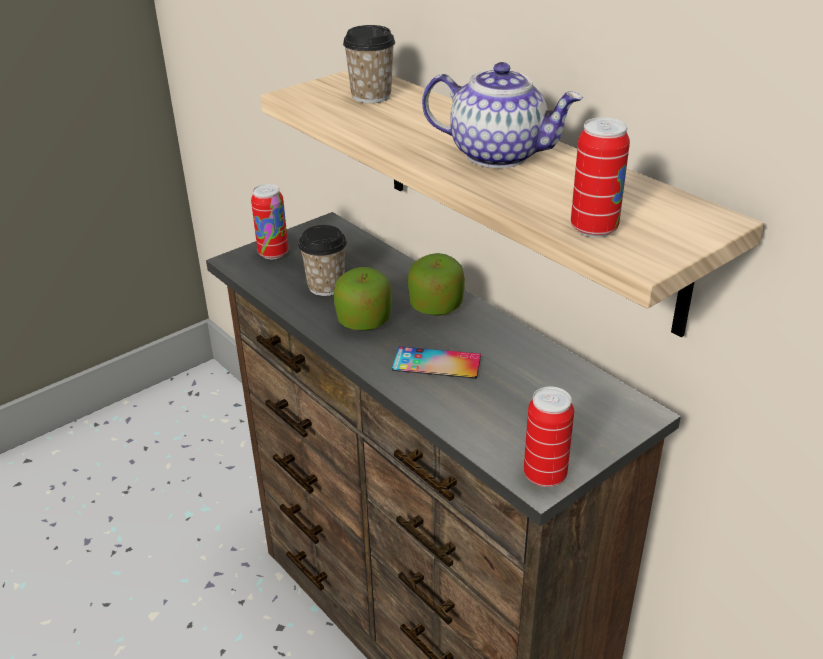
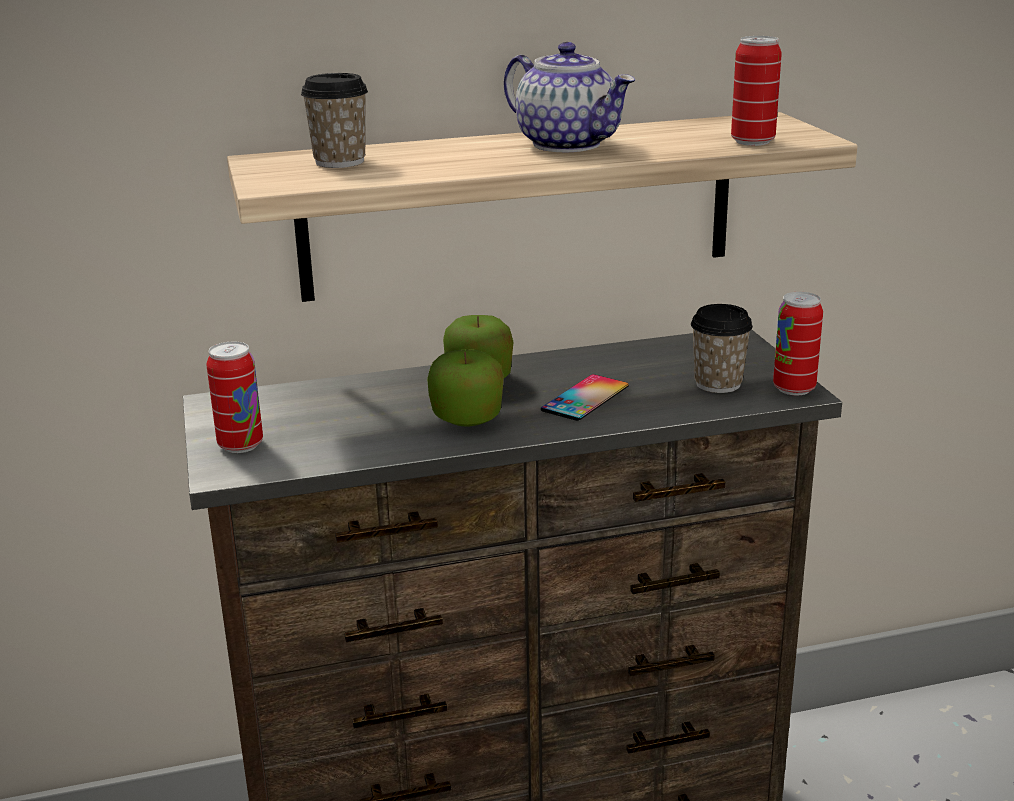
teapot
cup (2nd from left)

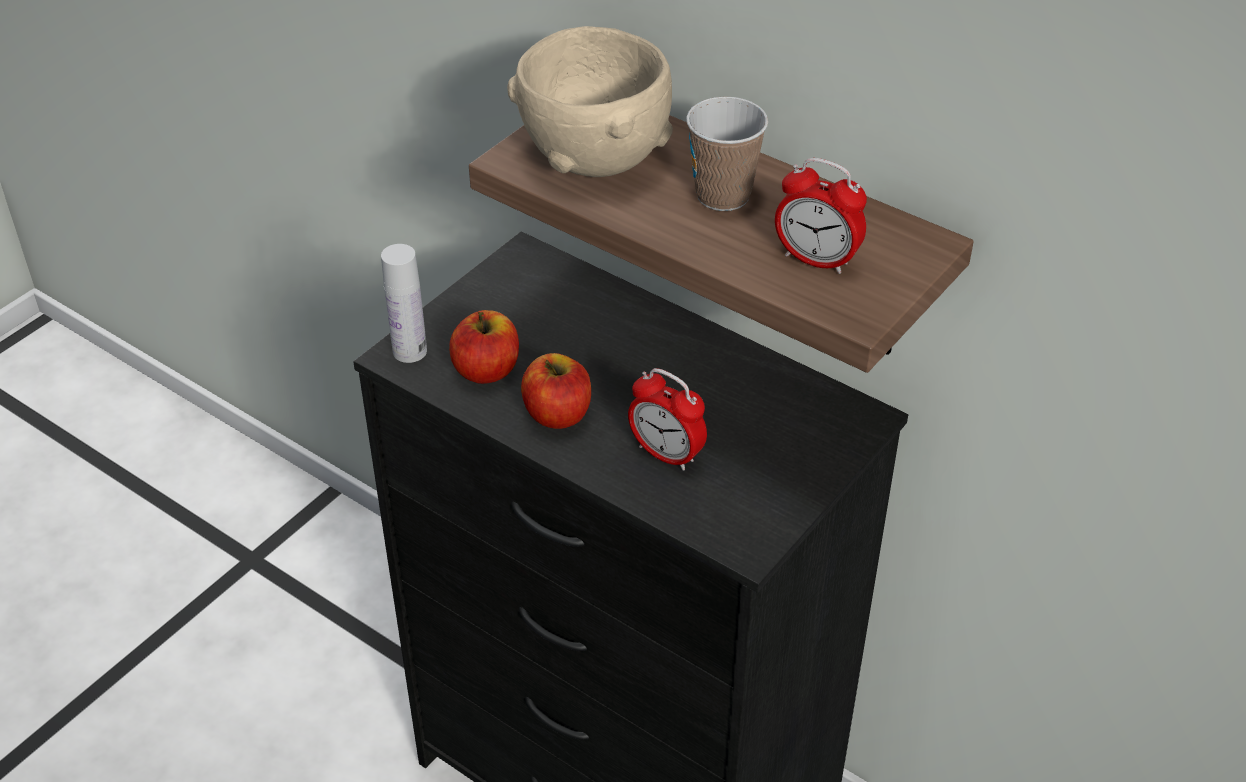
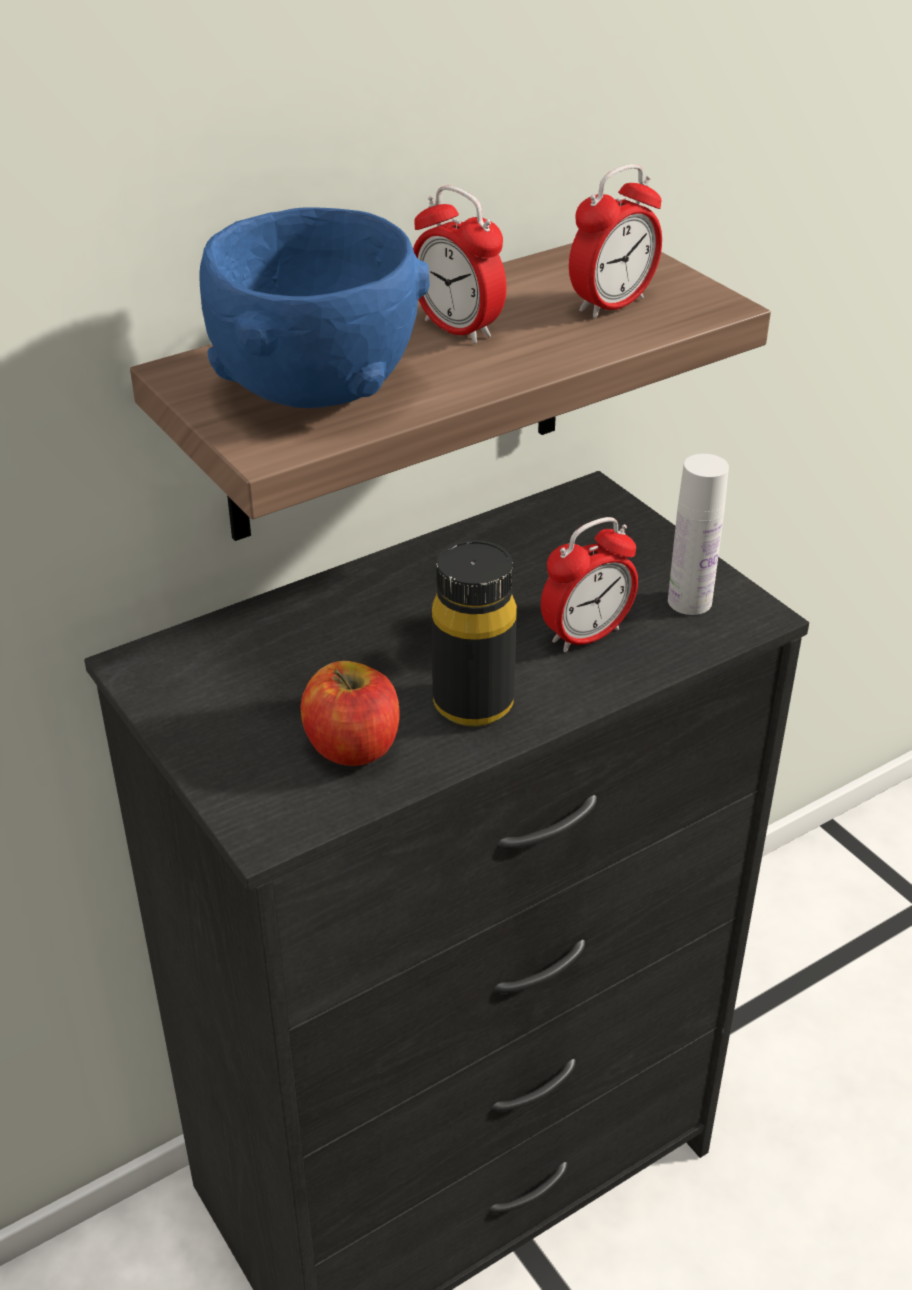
blue bowl
alarm clock (1st from left)
black bottle
white bottle

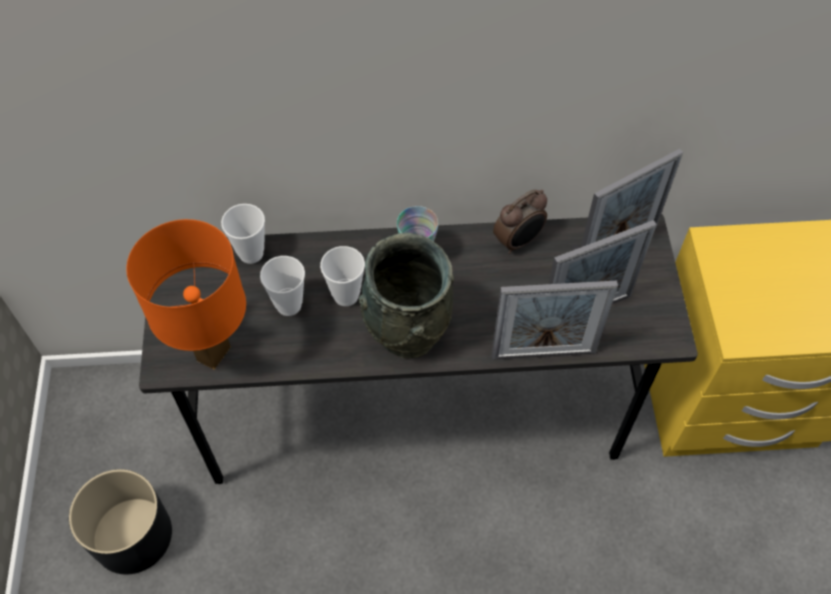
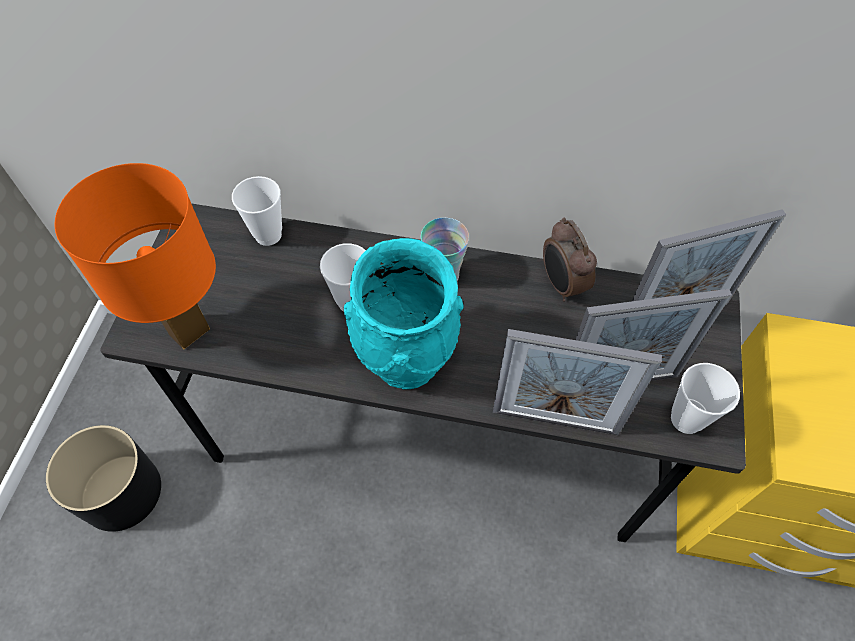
turquoise vase
alarm clock
cup (4th from left)

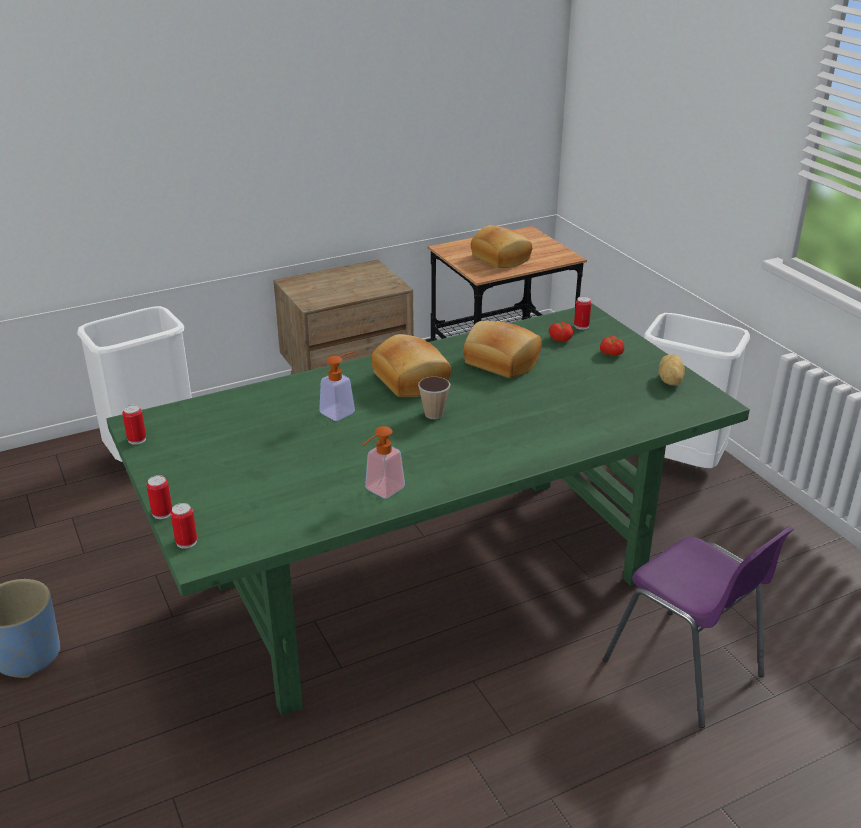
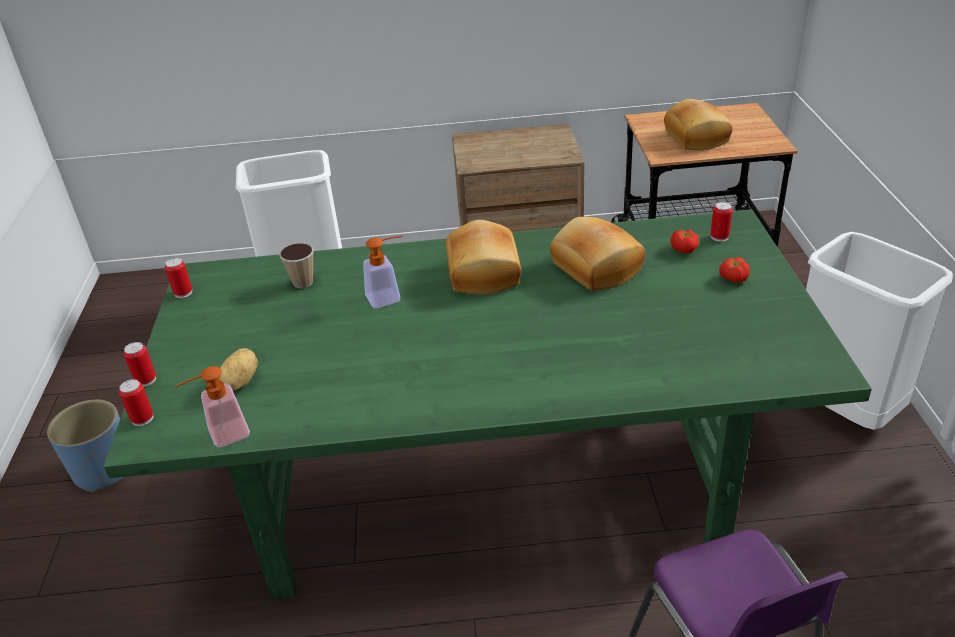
soap dispenser (1st from left)
potato
cup

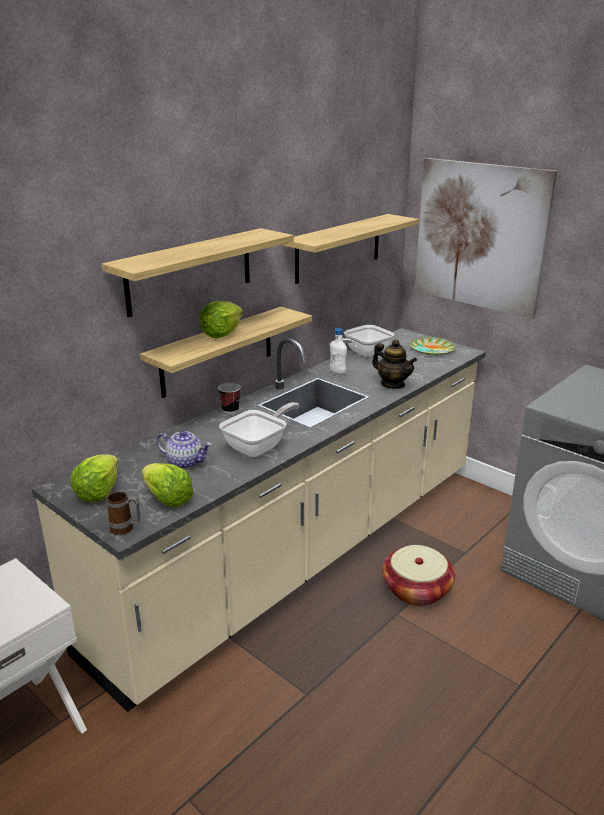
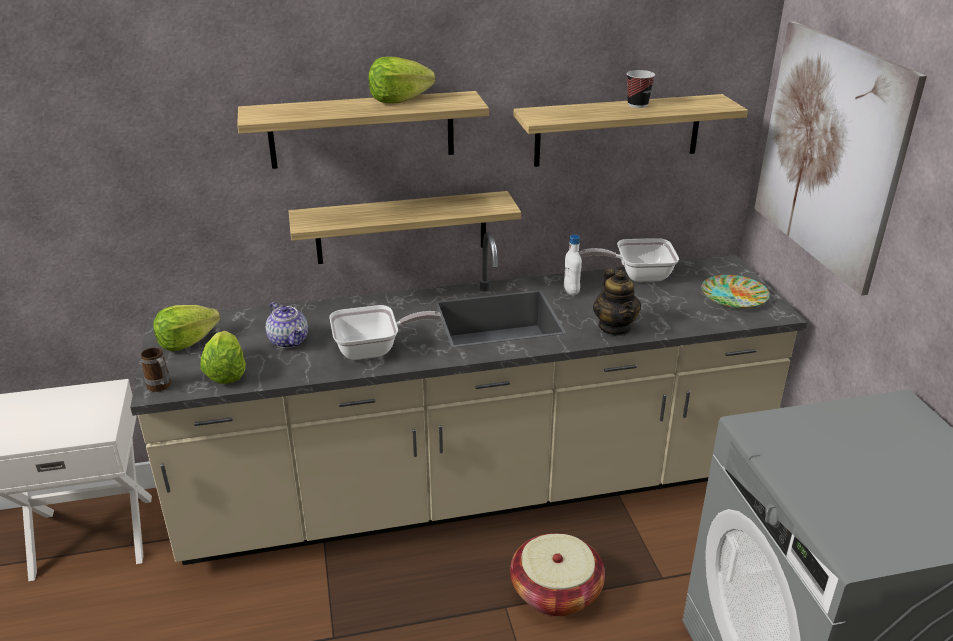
lettuce (3rd from left)
cup

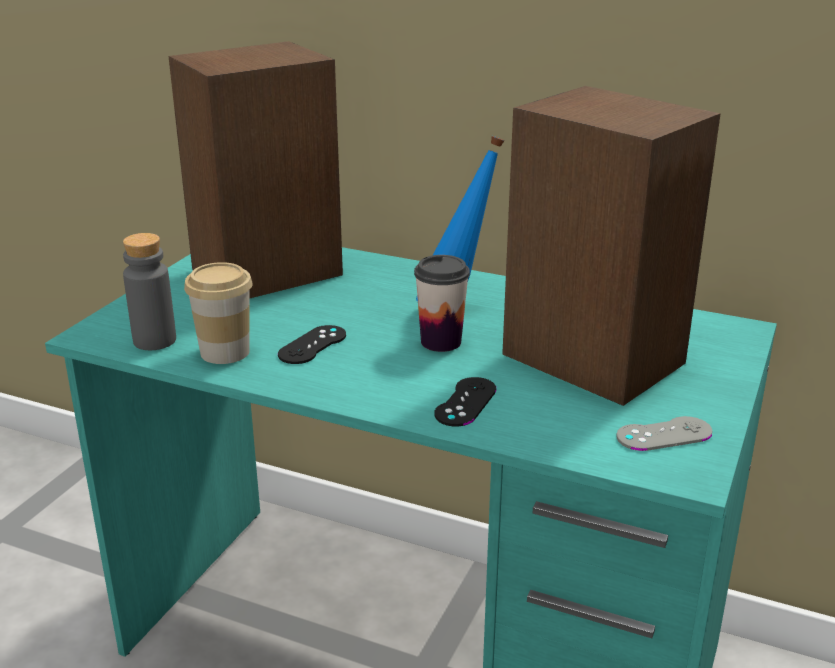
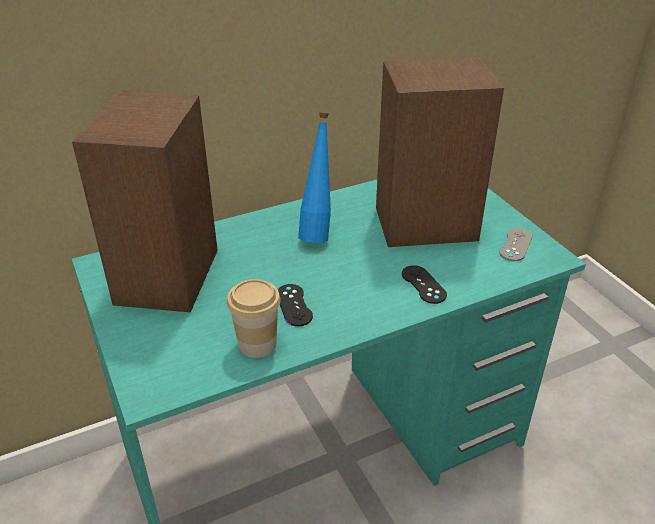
grey bottle
cup (2nd from left in the first image)

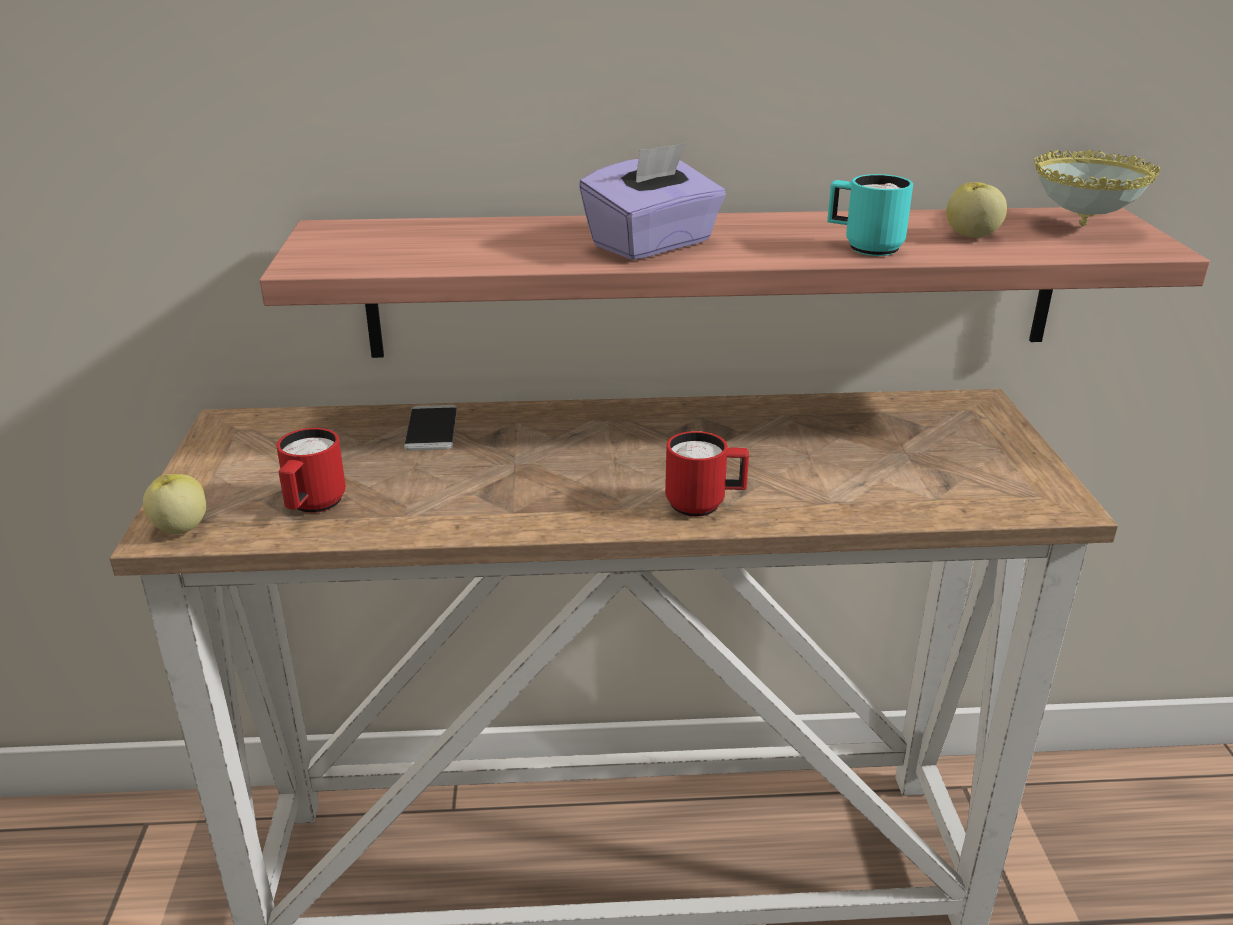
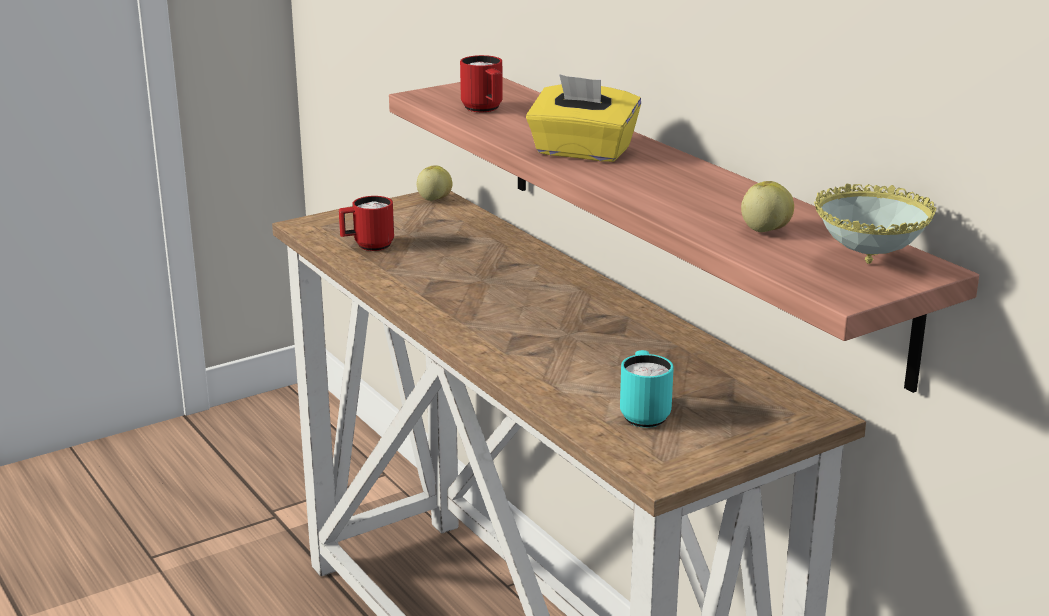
apple (1st from left)
red mug (2nd from left)
yellow tissue box
turquoise mug
phone

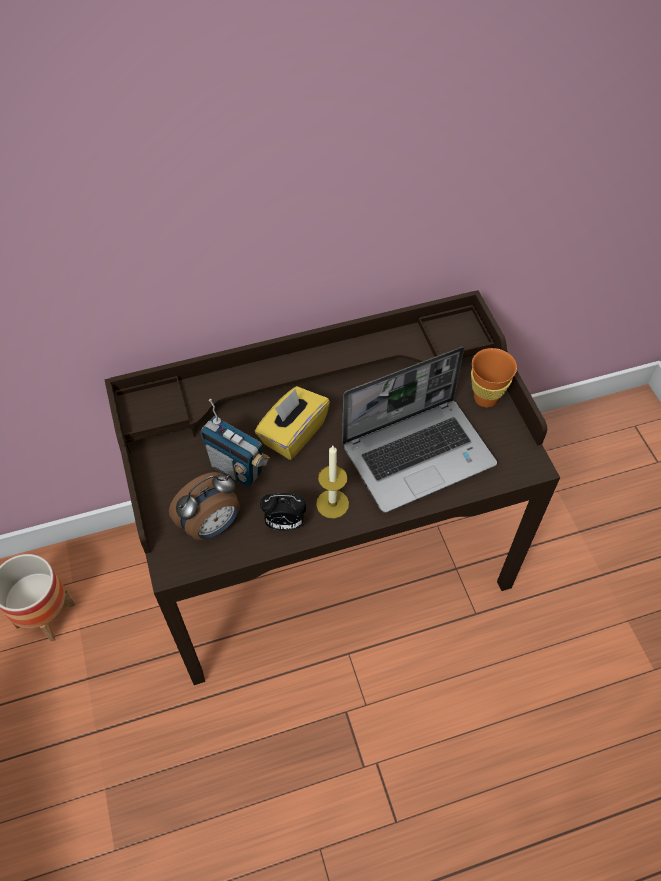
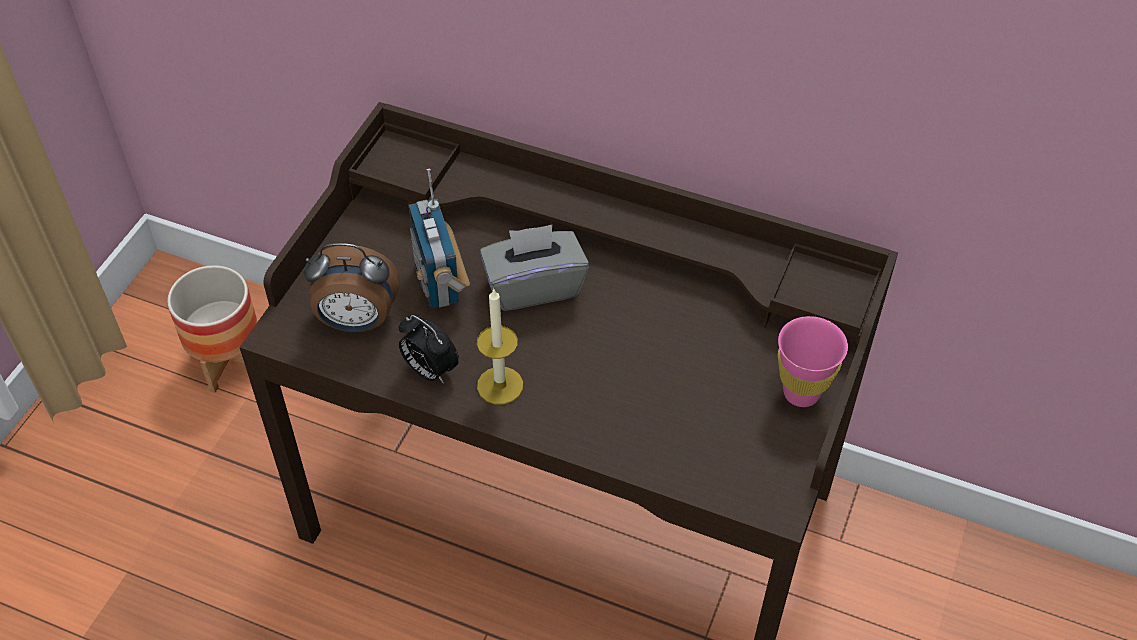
grey tissue box
pink cup
laptop

